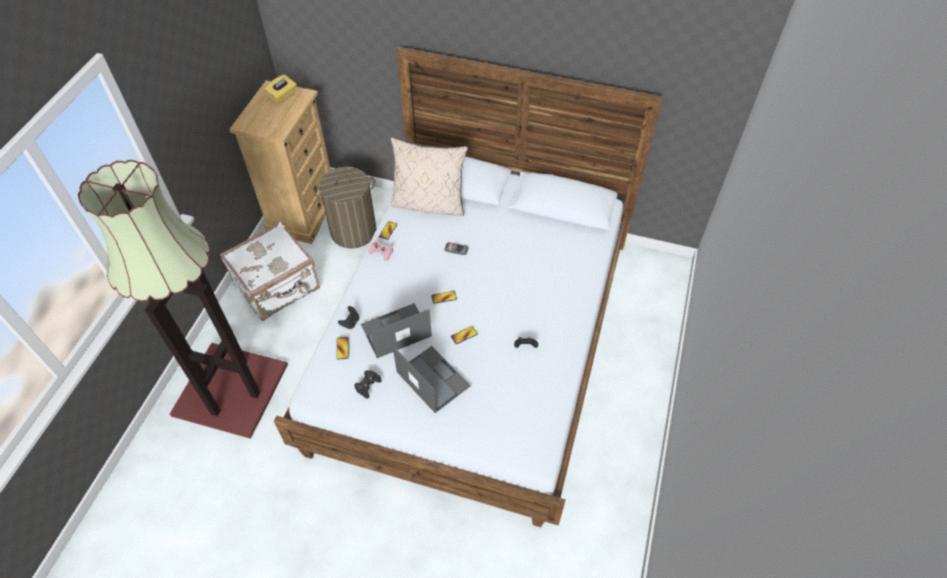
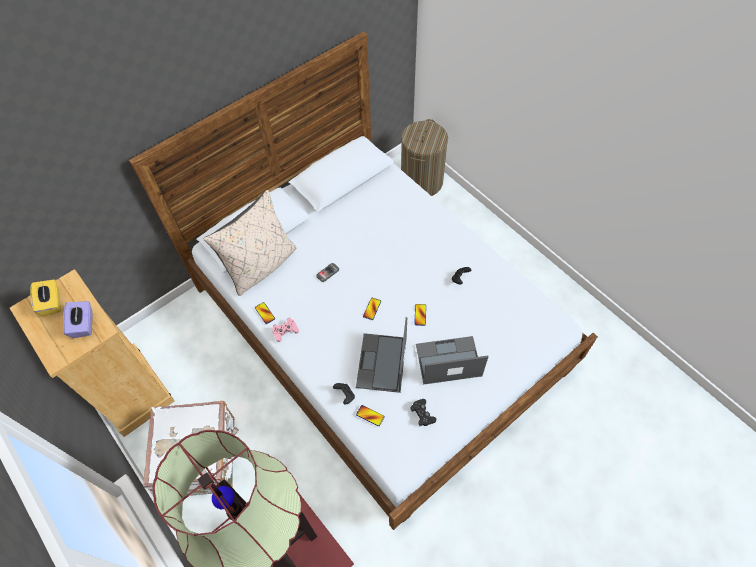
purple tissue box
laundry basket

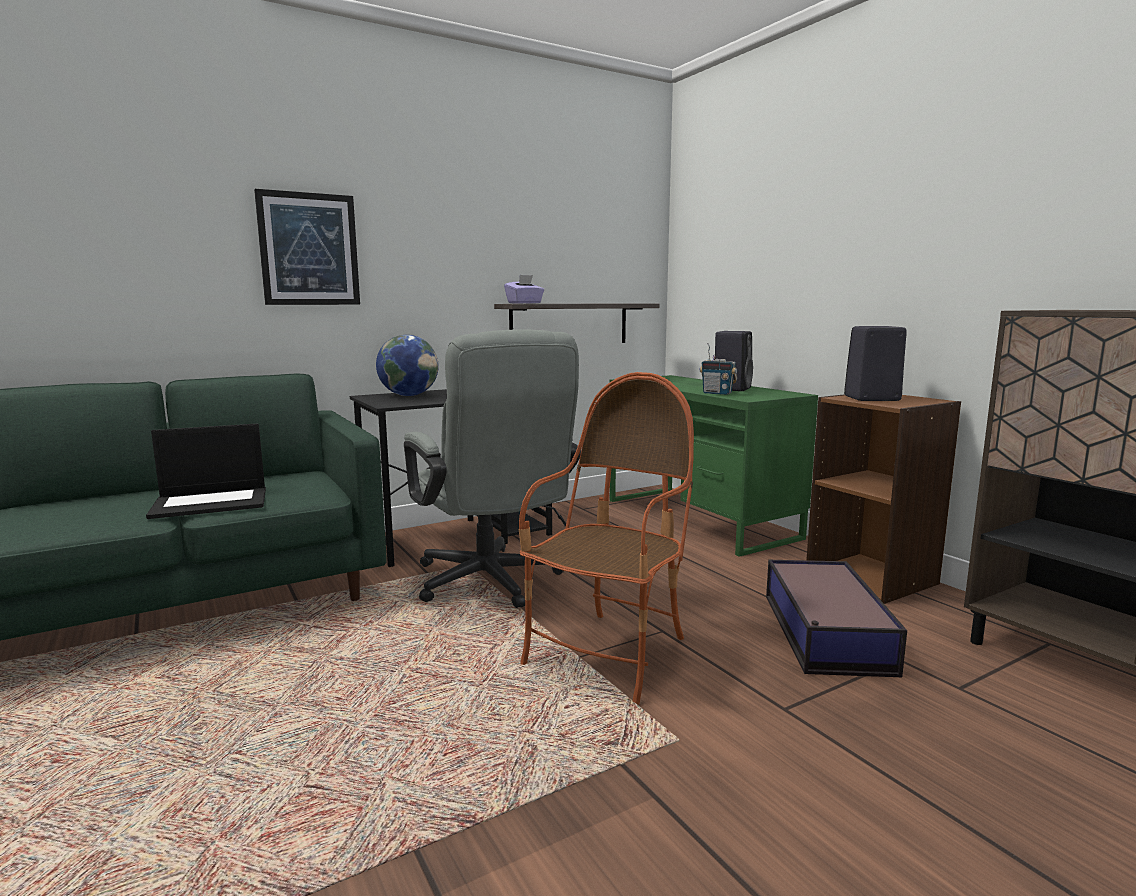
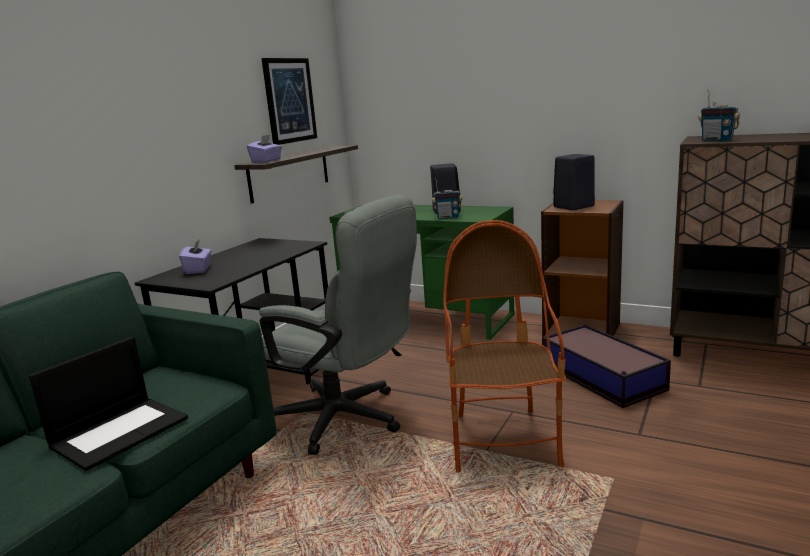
purple tissue box (1st from left)
picture
radio (2nd from left)

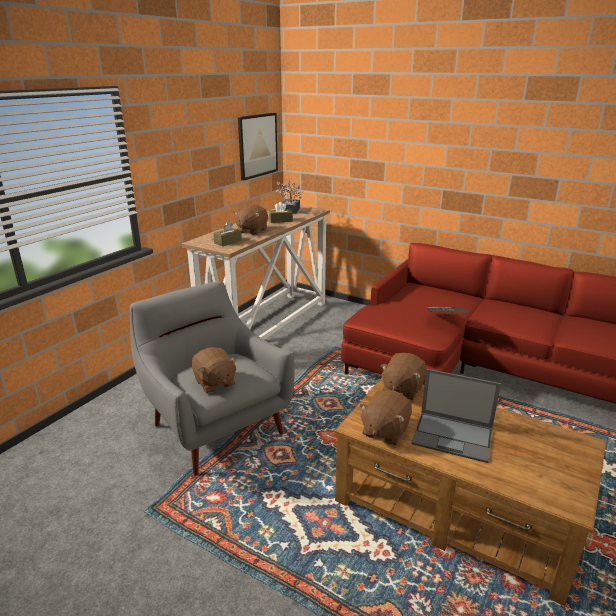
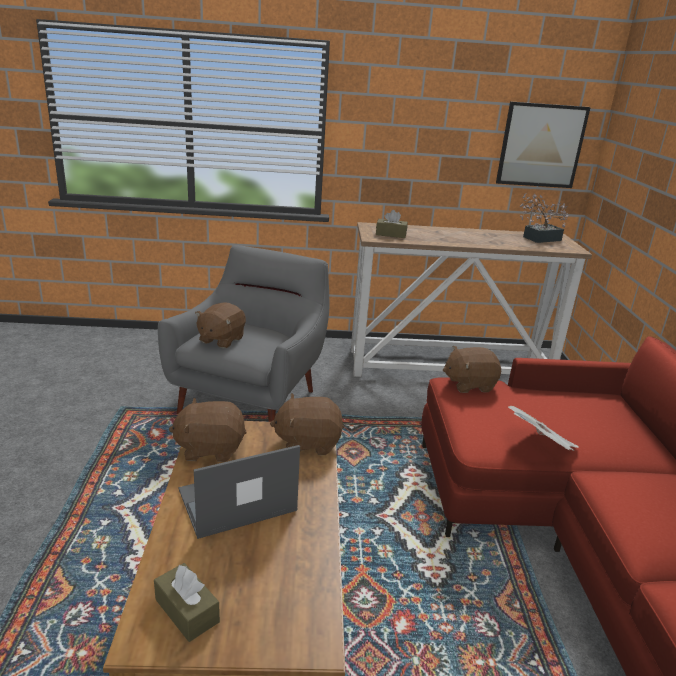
brown tissue box (1st from left)
laptop
brown plush toy (4th from left)

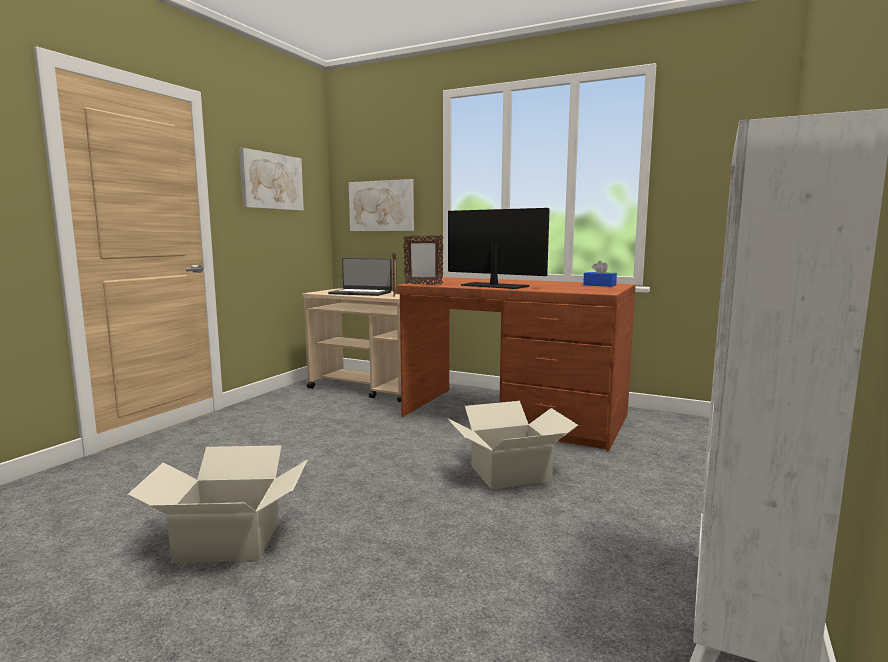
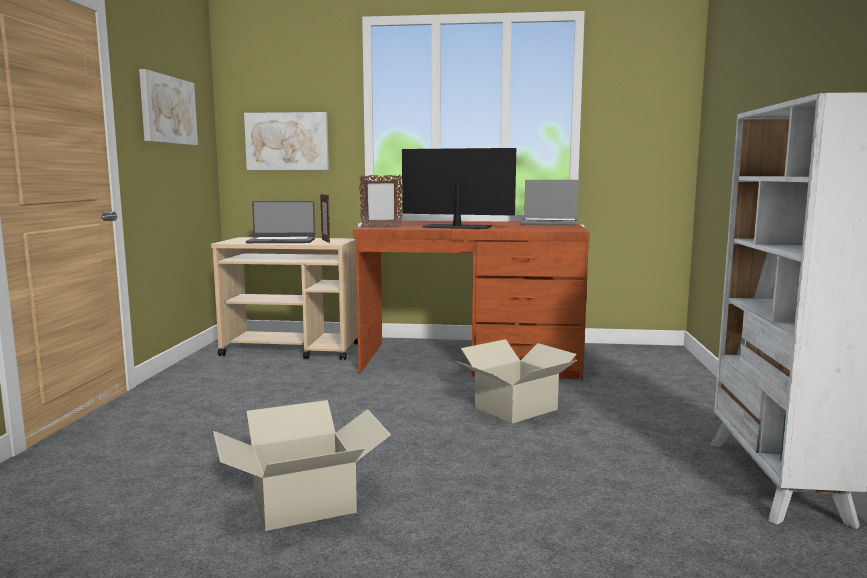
laptop (2nd from left)

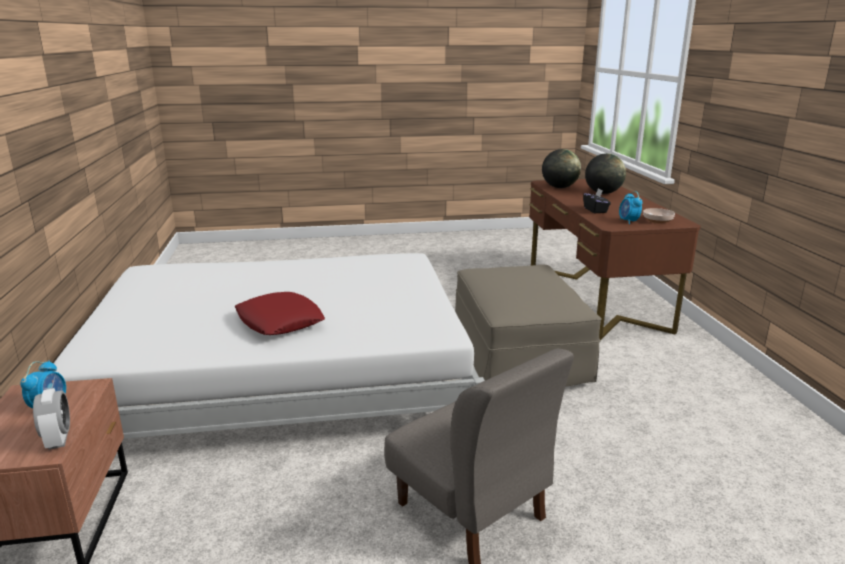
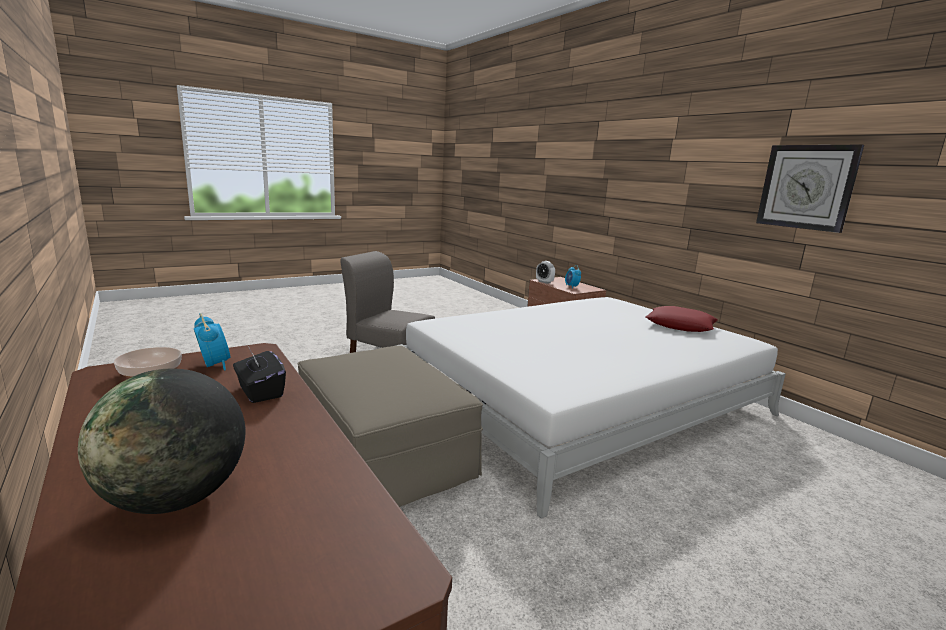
red pillow
wall clock
globe (1st from left in the first image)

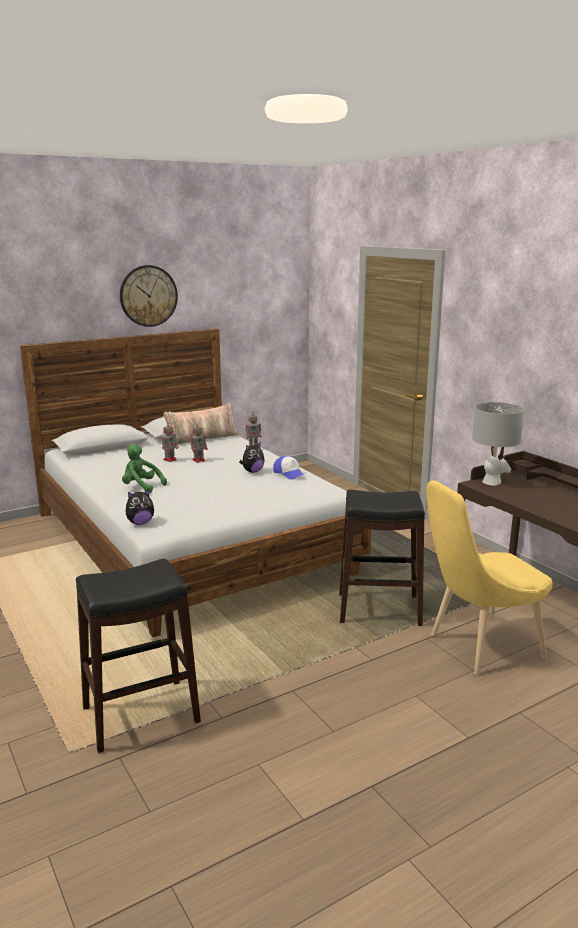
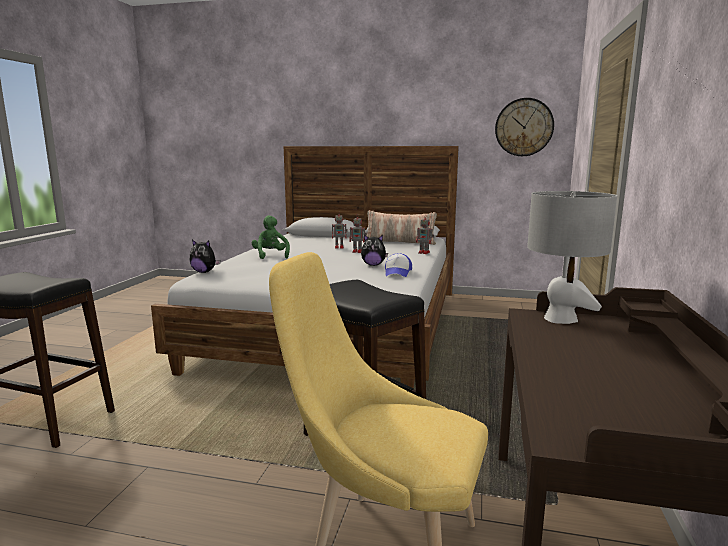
wall clock

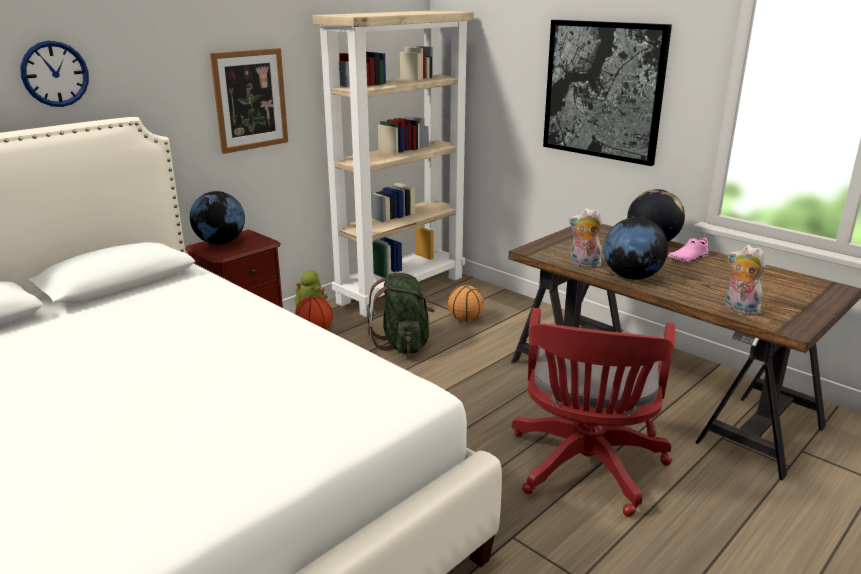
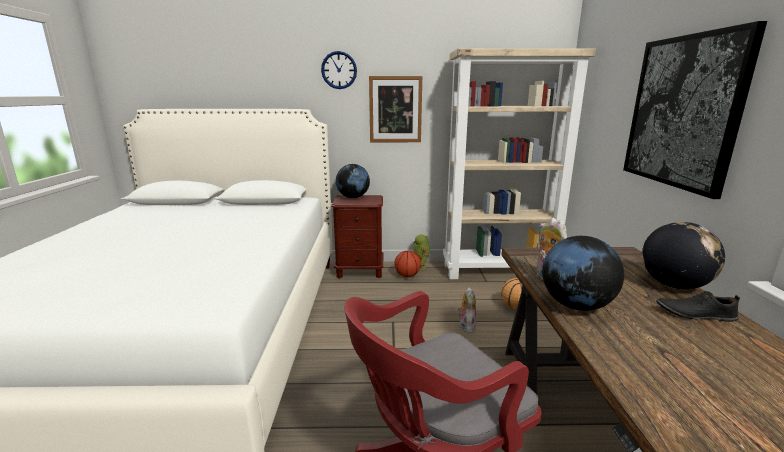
wall clock
plush toy (1st from left)
black shoe
green backpack

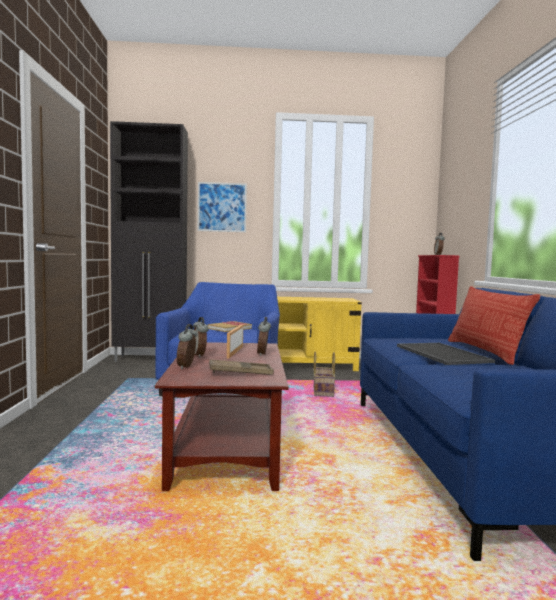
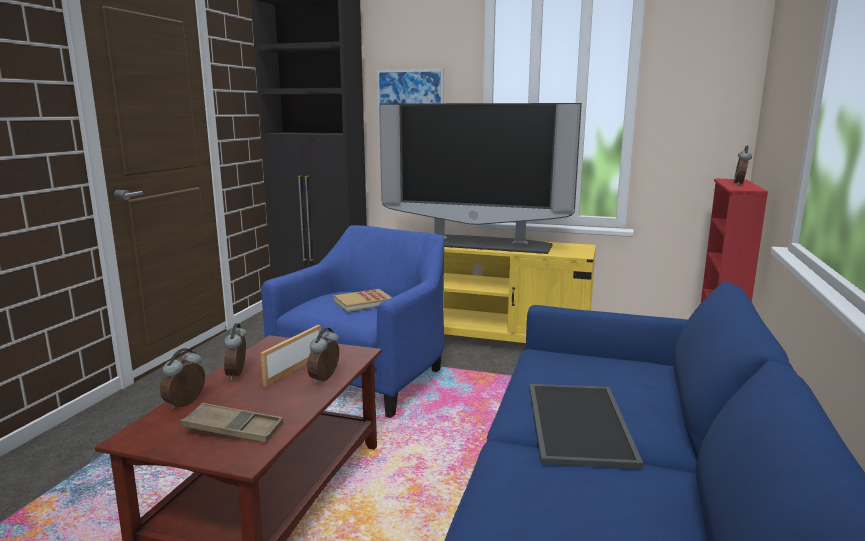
television
basket
pillow

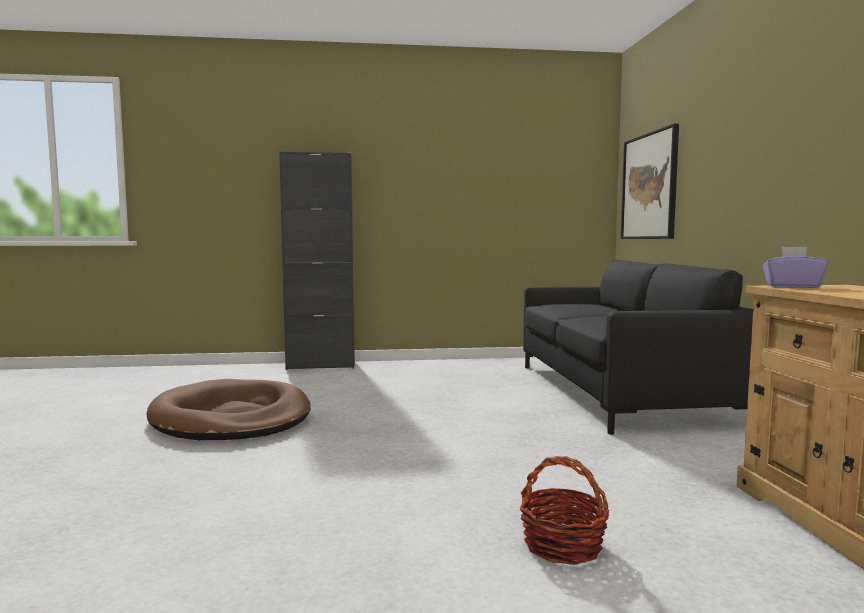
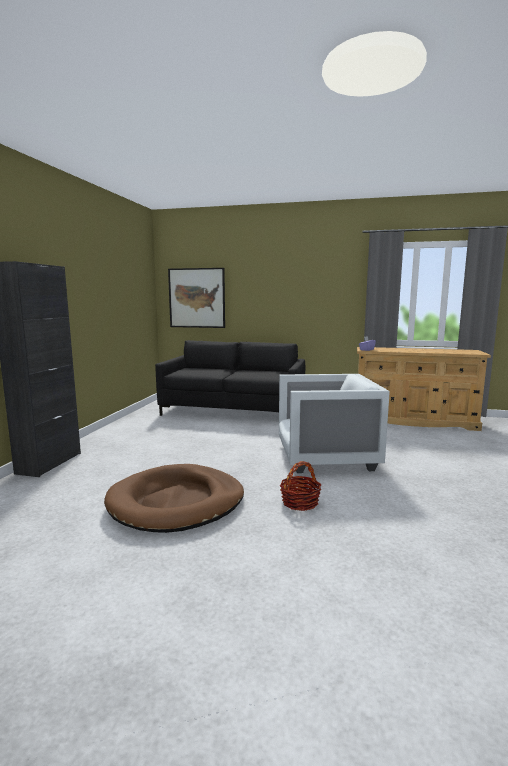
white armchair
basket

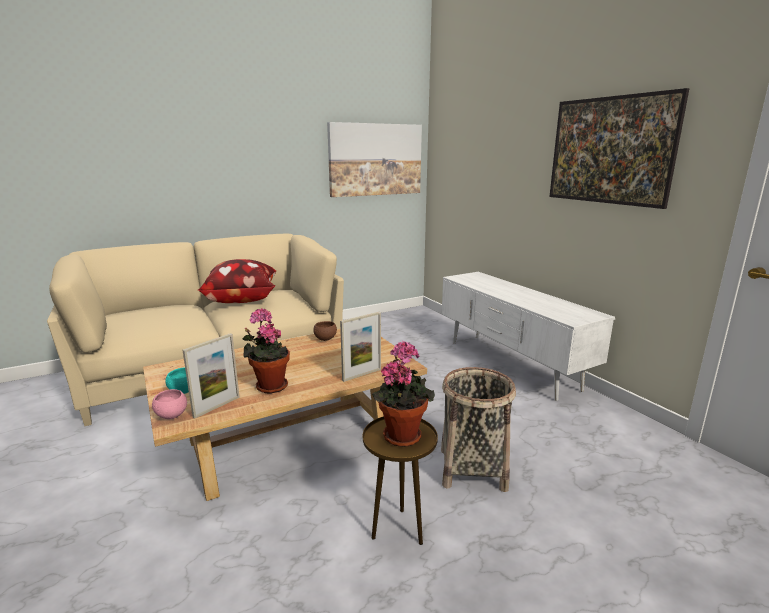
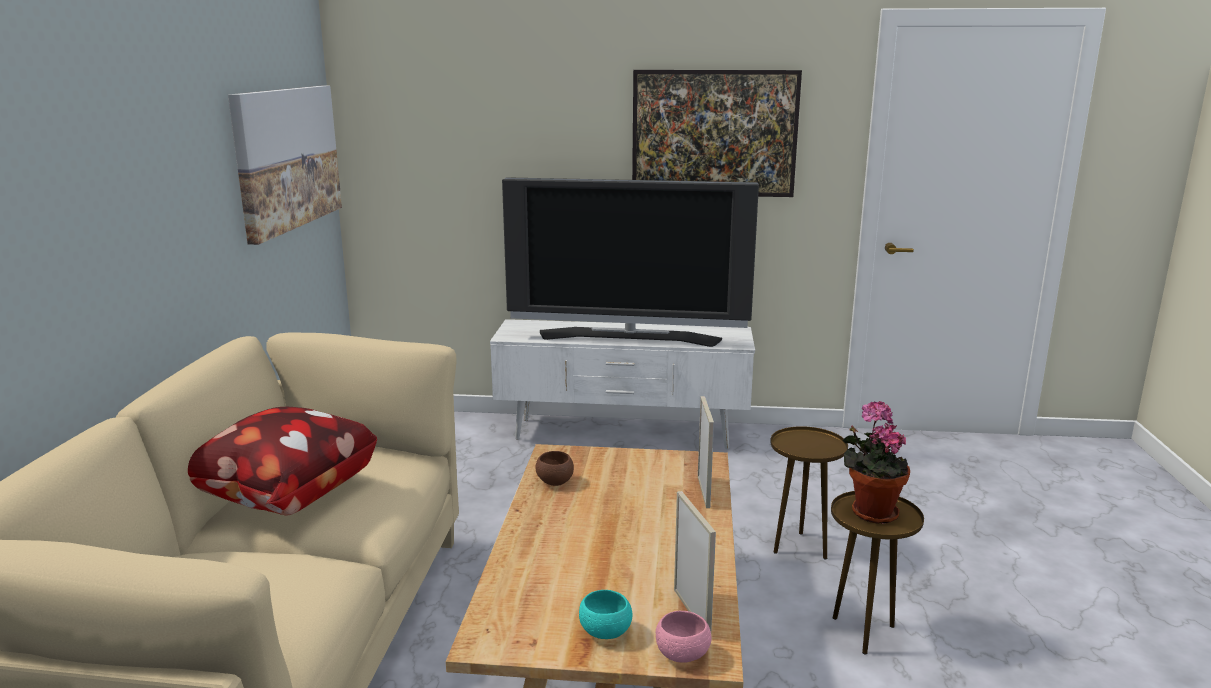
television
brown side table (1st from left)
potted plant (1st from left in the first image)

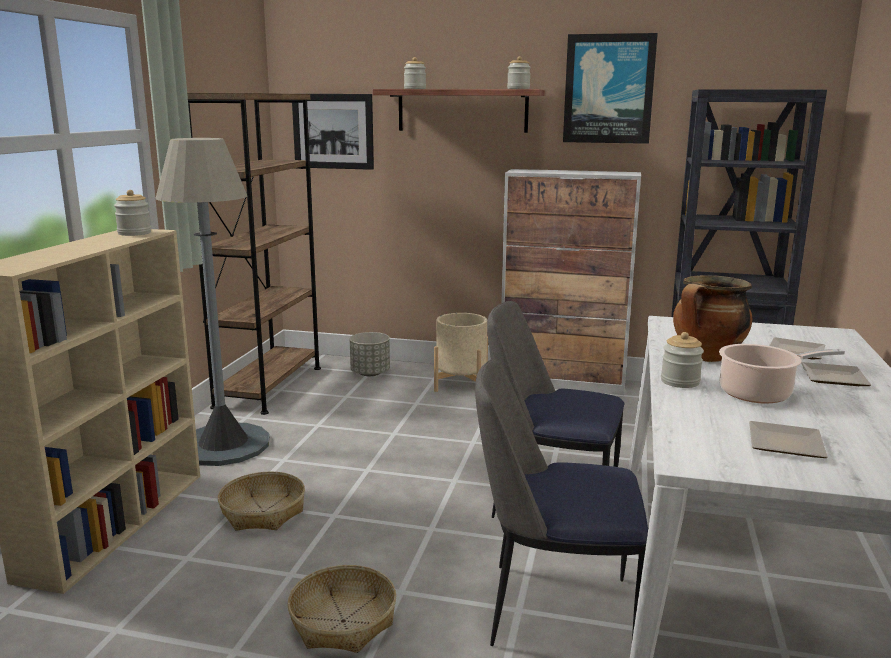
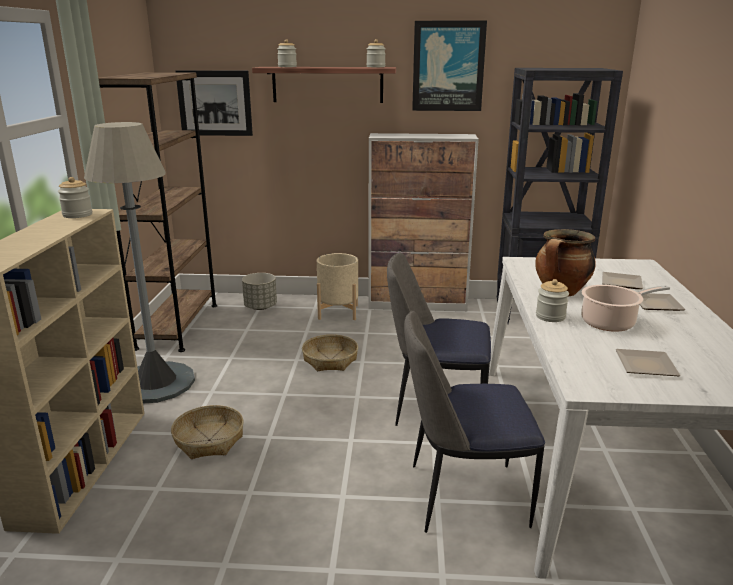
basket (2nd from left)

